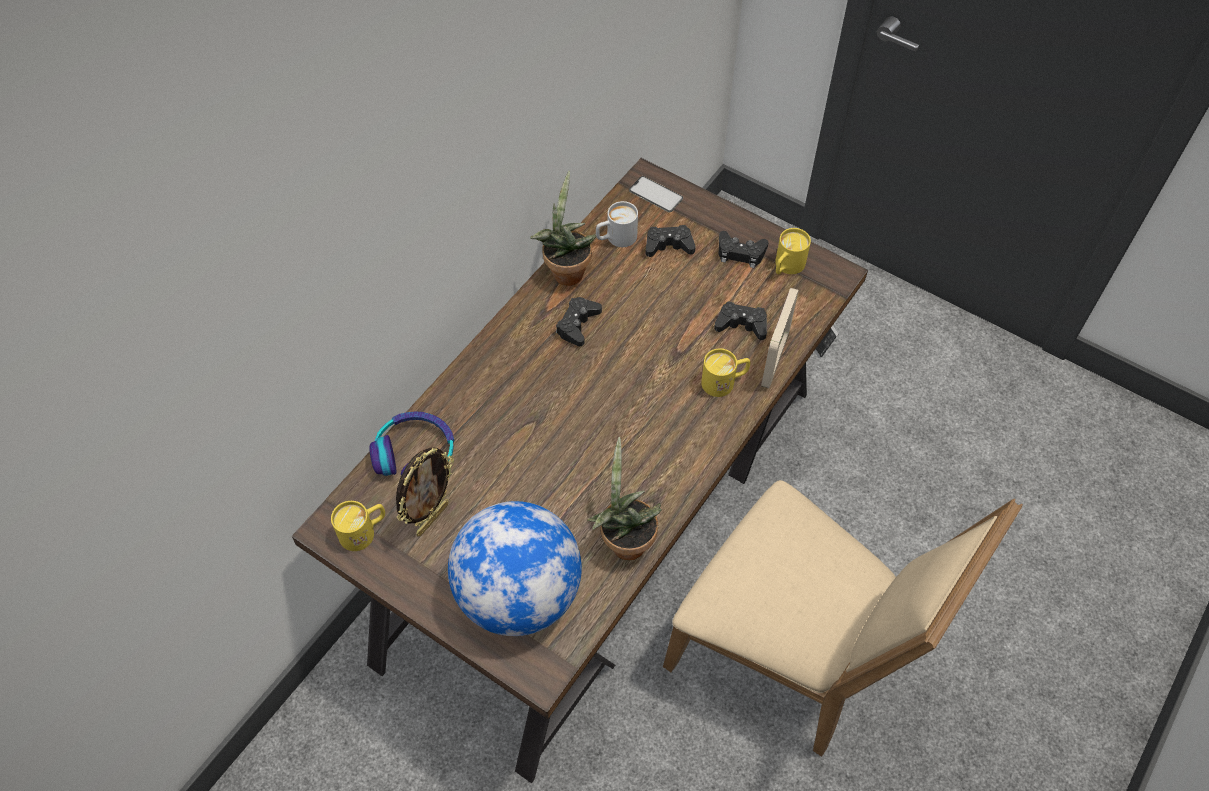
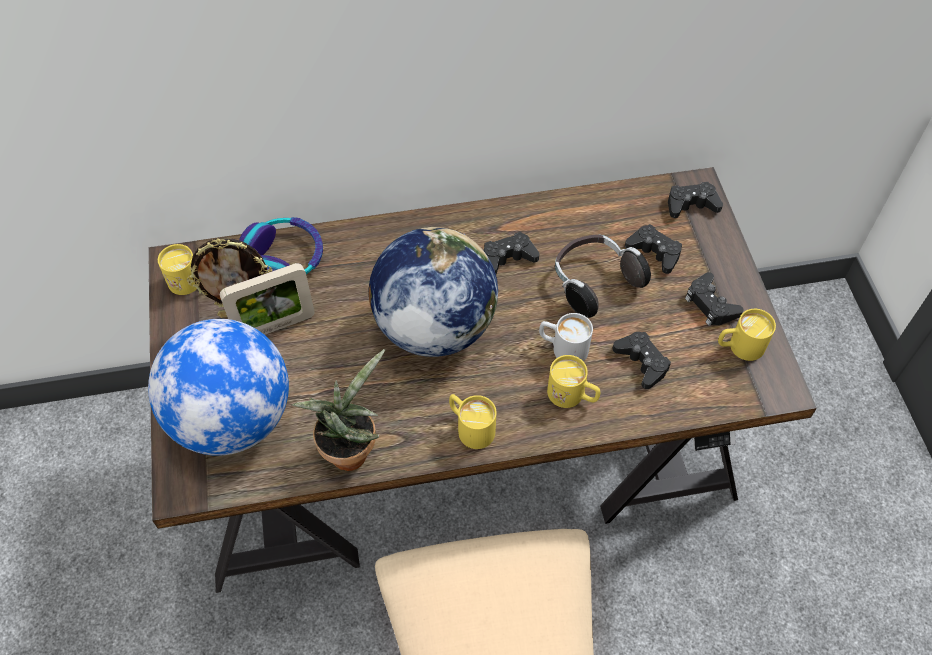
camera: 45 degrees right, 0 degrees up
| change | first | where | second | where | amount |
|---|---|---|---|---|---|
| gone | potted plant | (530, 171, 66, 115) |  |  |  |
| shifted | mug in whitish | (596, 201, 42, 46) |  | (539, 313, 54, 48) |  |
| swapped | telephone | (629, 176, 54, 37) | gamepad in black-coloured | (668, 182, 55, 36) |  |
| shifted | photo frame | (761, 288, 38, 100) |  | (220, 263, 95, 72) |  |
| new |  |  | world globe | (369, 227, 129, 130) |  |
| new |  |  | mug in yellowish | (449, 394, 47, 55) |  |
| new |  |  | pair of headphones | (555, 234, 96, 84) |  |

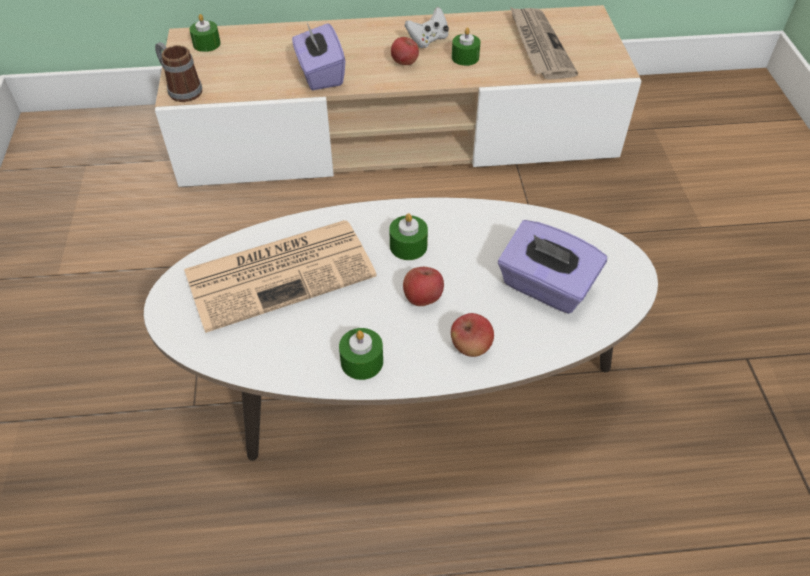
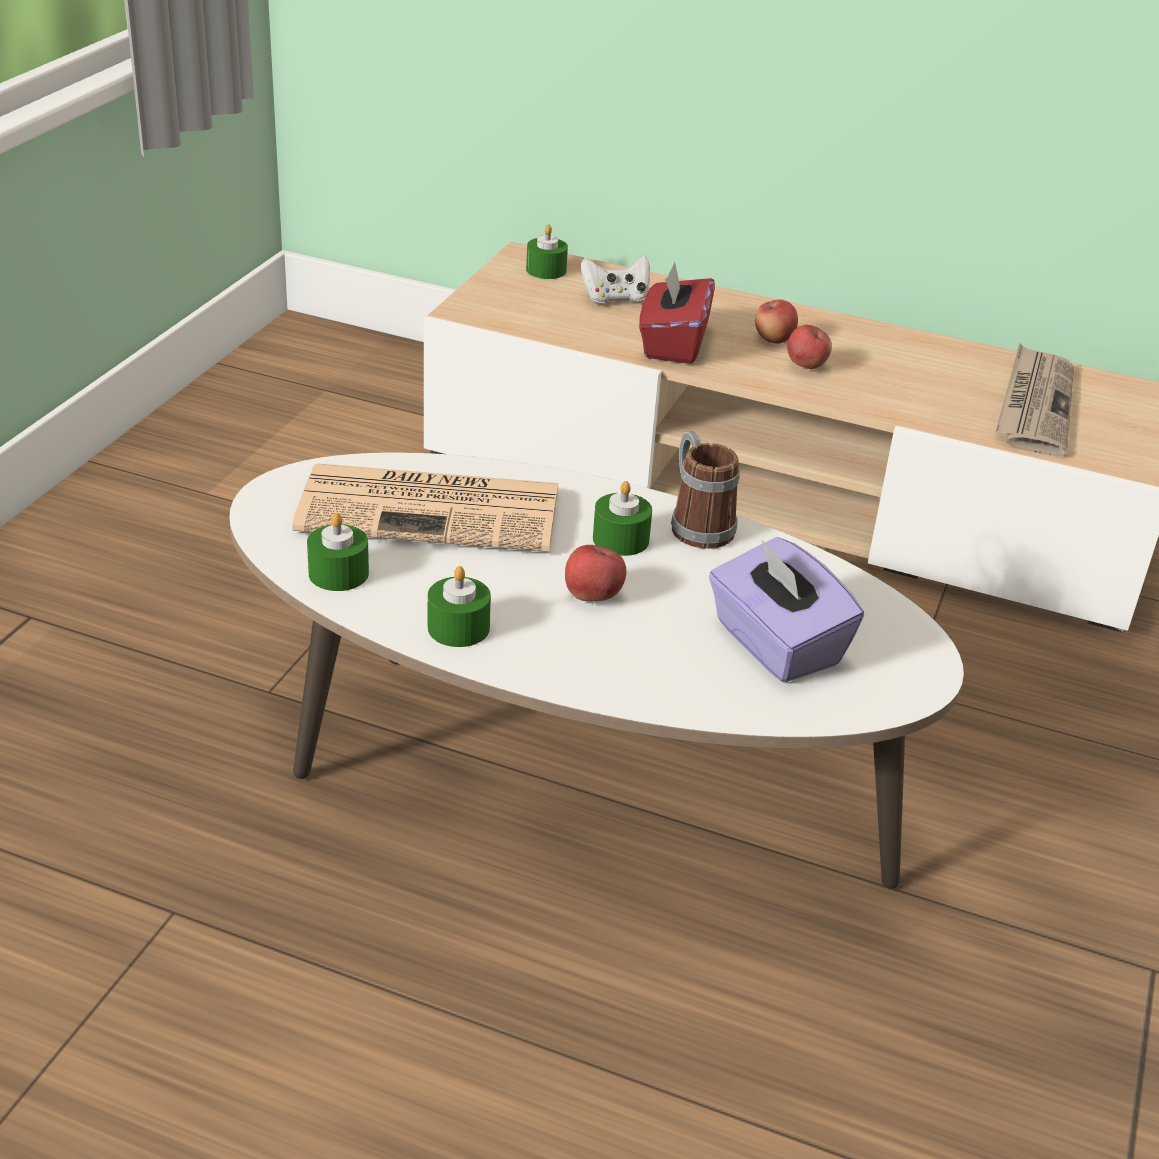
camera: 25 degrees right, 15 degrees down
| change | first | where | second | where | amount |
|---|---|---|---|---|---|
| shifted | mug | (155, 42, 47, 60) |  | (671, 431, 69, 118) |  |
| repainted | tissue holder in purple | (292, 23, 53, 67) | tissue holder in reddish | (639, 262, 76, 102) |  |
| shifted | gamepad in whitish | (405, 7, 44, 41) |  | (581, 256, 69, 48) |  |
| shifted | apple fruit | (451, 313, 43, 44) |  | (755, 299, 43, 45) |  |
| shifted | wax light in greenish | (452, 28, 29, 38) |  | (307, 513, 62, 78) |  |

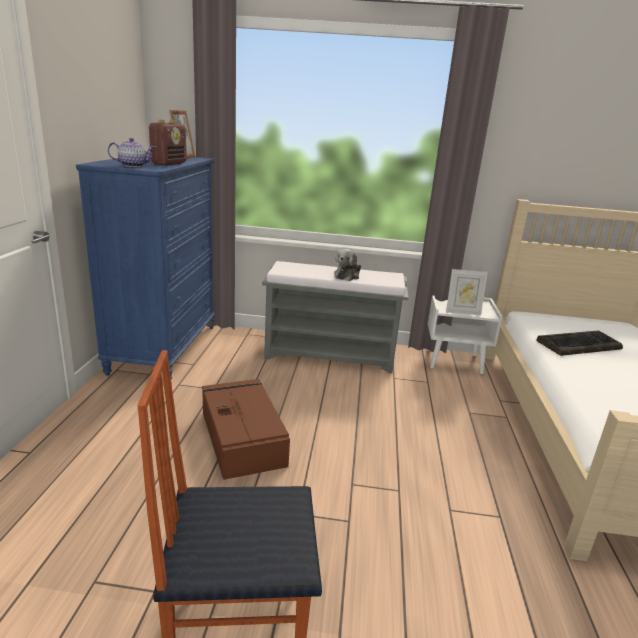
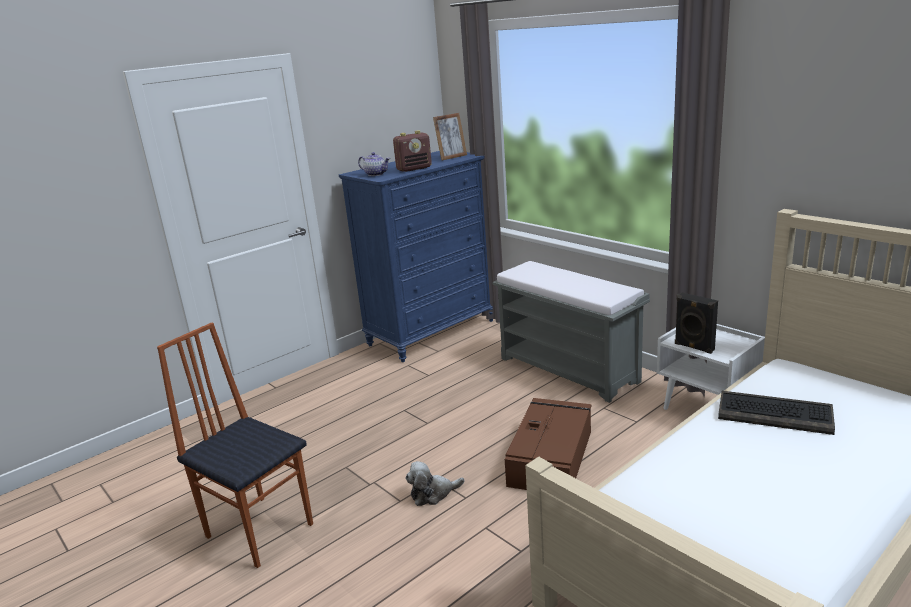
camera: 45 degrees right, 0 degrees up
| change | first | where | second | where | amount |
|---|---|---|---|---|---|
| shifted | storage box in brown | (202, 379, 88, 101) |  | (505, 398, 86, 92) |  |
| shifted | plush toy | (334, 249, 27, 32) |  | (405, 461, 60, 45) |  |
| swapped | photo frame | (446, 269, 42, 46) | loudspeaker in black-coloured | (675, 293, 43, 61) |  |

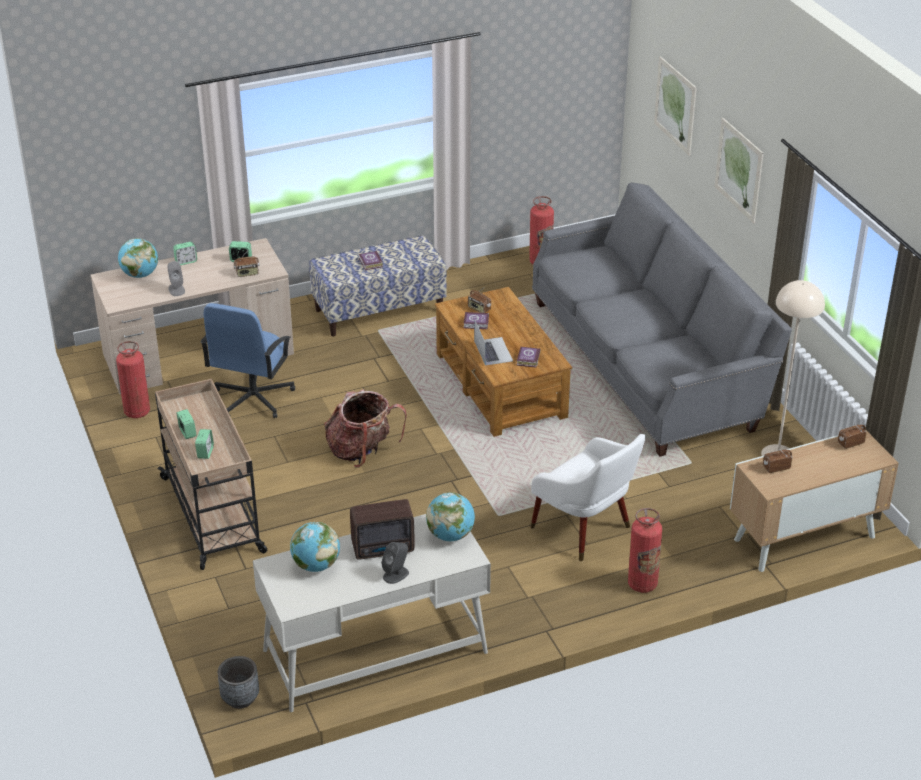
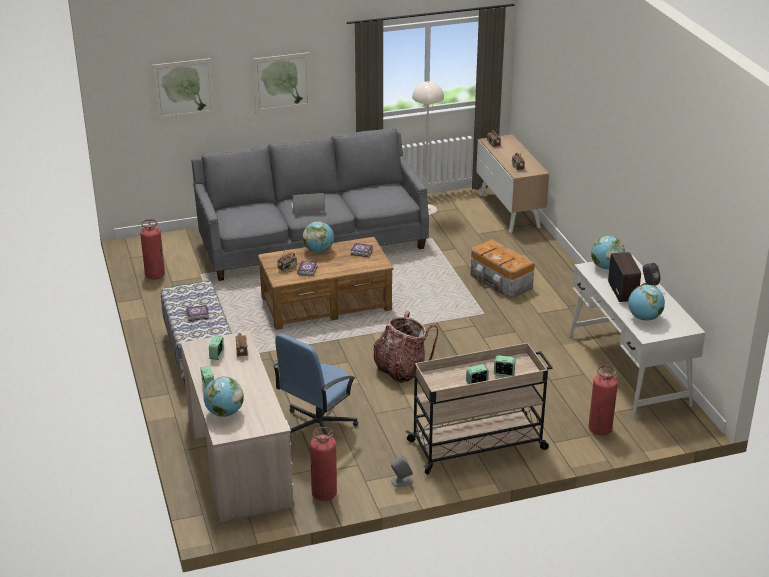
camera: 85 degrees left, 5 degrees down
| change | first | where | second | where | amount |
|---|---|---|---|---|---|
| shifted | loudspeaker in grey | (168, 261, 17, 35) |  | (391, 455, 21, 32) |  |
| rotated | office chair in blue-coloured | (200, 303, 95, 115) |  | (273, 333, 85, 105) | 105 degrees clockwise |
| gone | planter in grey | (218, 656, 41, 53) |  |  |  |
| shifted | portable computer | (474, 319, 39, 47) |  | (291, 193, 34, 20) |  |
| swapped | armchair in whitish | (531, 434, 115, 127) | storage box | (470, 239, 65, 59) |  |
| shifted | fire extinguisher | (628, 508, 34, 85) |  | (589, 366, 29, 69) |  |
| new |  |  | world globe | (303, 221, 31, 32) |  |

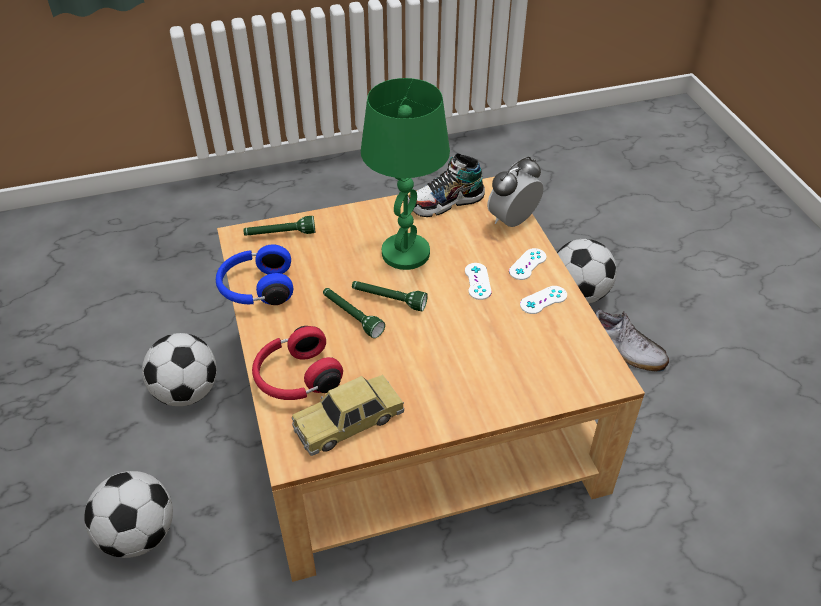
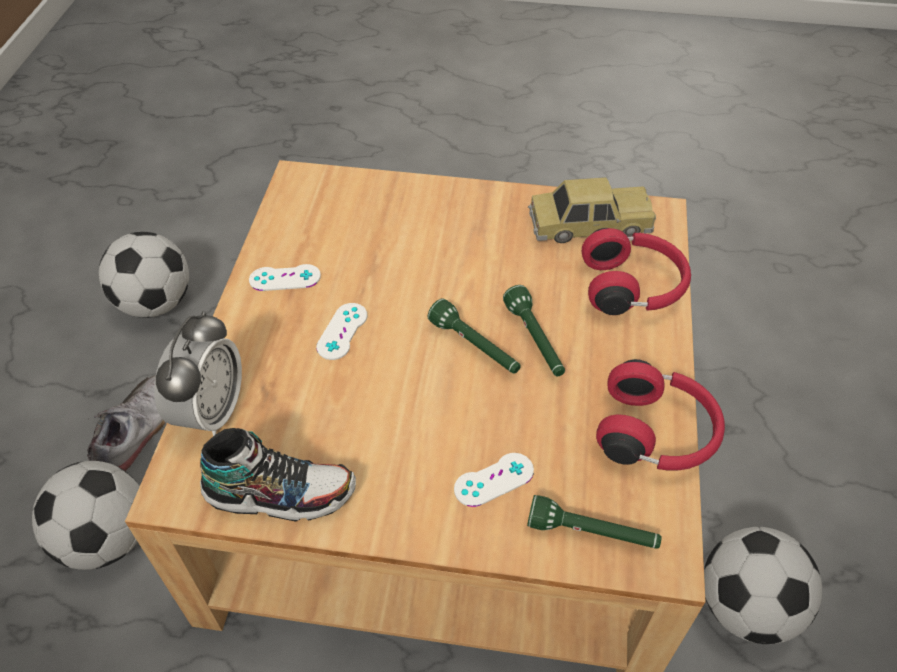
camera: 155 degrees left, 5 degrees up
| change | first | where | second | where | amount |
|---|---|---|---|---|---|
| shifted | ball for football | (84, 471, 89, 87) |  | (99, 232, 90, 86) |  |
| repainted | pair of headphones in blue-coloured | (216, 244, 77, 61) | pair of headphones in reddish | (596, 359, 129, 112) |  |
| gone | tabletop lamp in greenish | (361, 78, 89, 192) |  |  |  |
| rotated | alarm clock | (487, 156, 57, 71) |  | (154, 311, 88, 125) | 60 degrees counterclockwise |
| shifted | gamepad in whitish | (509, 248, 38, 32) |  | (454, 453, 80, 54) |  |
| rotated | low shoe | (595, 308, 74, 64) |  | (87, 375, 79, 96) | 45 degrees clockwise |

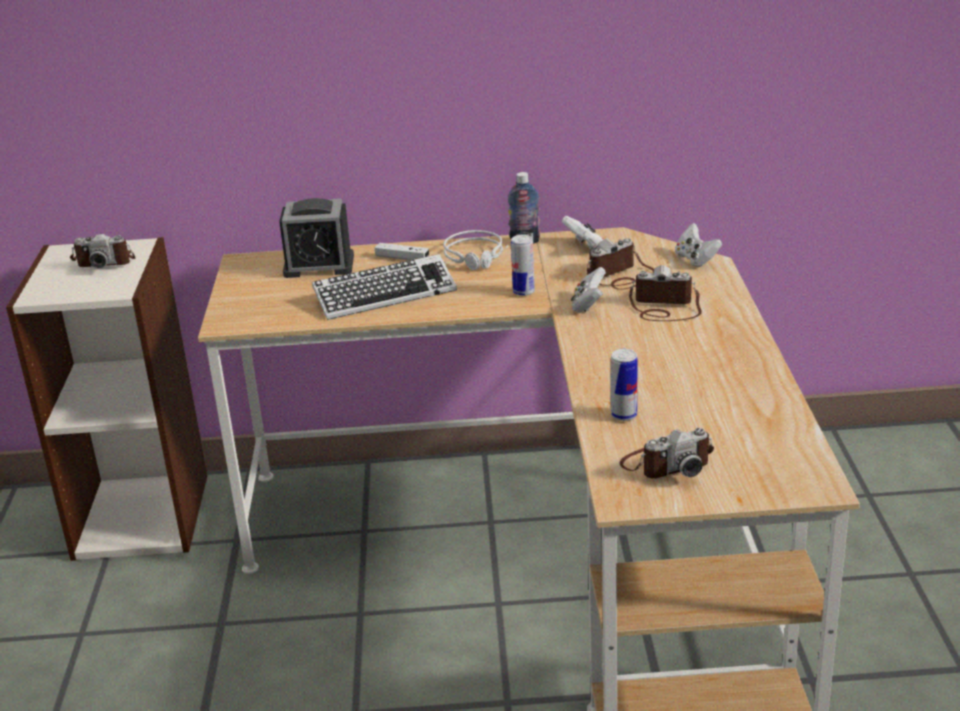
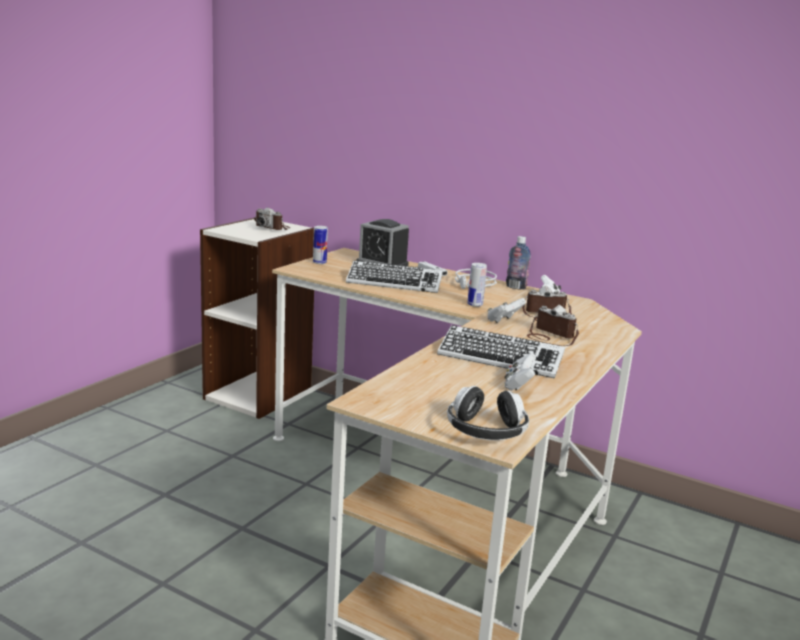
camera: 30 degrees right, 10 degrees down
| change | first | where | second | where | amount |
|---|---|---|---|---|---|
| shifted | sealed can | (611, 349, 27, 72) |  | (313, 226, 15, 38) |  |
| gone | photo camera | (620, 428, 94, 51) |  |  |  |
| shifted | gamepad in whitish | (675, 223, 47, 44) |  | (504, 353, 32, 37) |  |
| new |  |  | keyboard | (437, 325, 128, 54) |  |
| new |  |  | pair of headphones | (447, 386, 82, 54) |  |

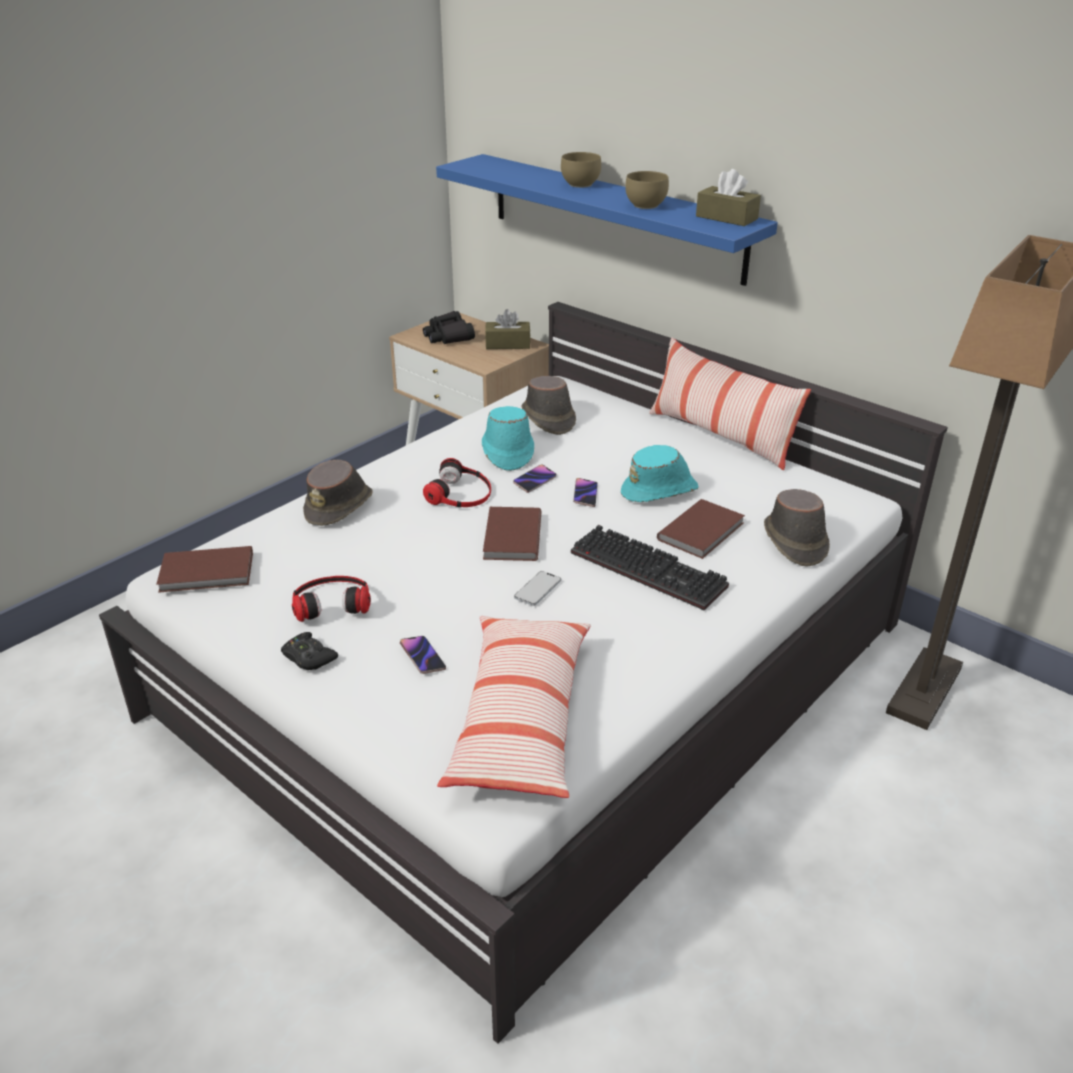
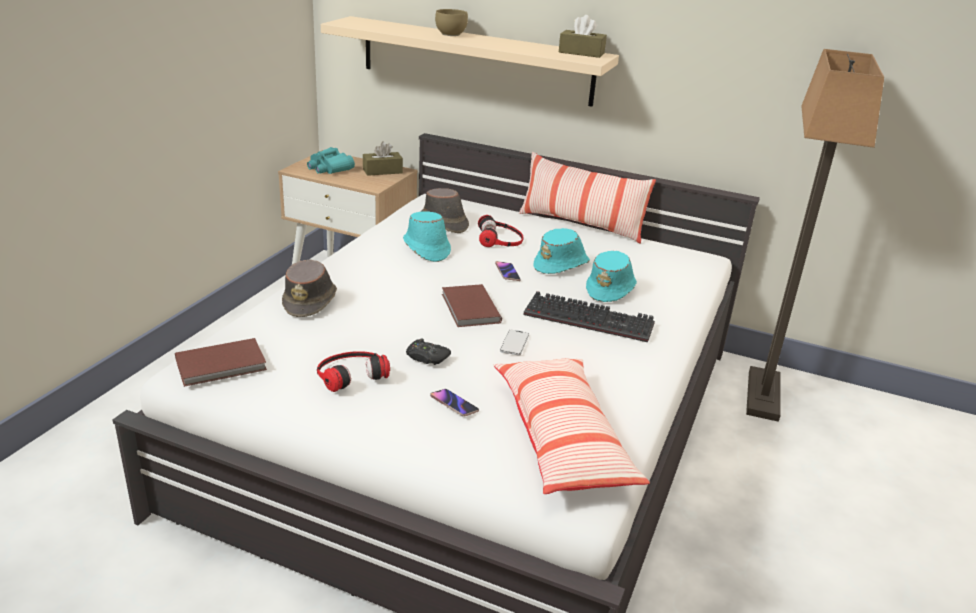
camera: 20 degrees left, 5 degrees down
| change | first | where | second | where | amount |
|---|---|---|---|---|---|
| shifted | gamepad in black-coloured | (281, 632, 57, 38) |  | (406, 338, 45, 27) |  |
| repainted | binoculars in black-coloured | (423, 311, 52, 33) | binoculars in blue-green | (307, 147, 48, 27) |  |
| shifted | pair of headphones | (423, 458, 68, 49) |  | (478, 215, 45, 32) |  |
| repainted | shelf in blue-coloured | (436, 154, 342, 132) | shelf in beige | (321, 16, 298, 91) |  |
| gone | telephone | (513, 465, 44, 28) |  |  |  |
| gone | deep dish in brown | (625, 171, 44, 38) |  |  |  |
| swapped | volume in brown | (657, 499, 88, 60) | clothing hat in blue-green | (586, 251, 51, 51) |  |
| gone | clothing hat in brown | (764, 489, 66, 78) |  |  |  |

